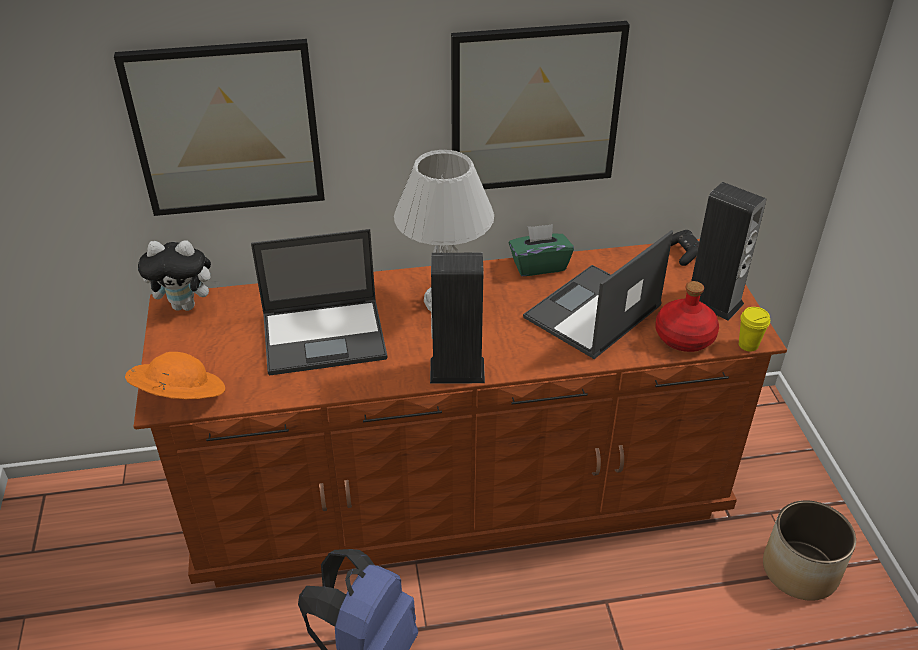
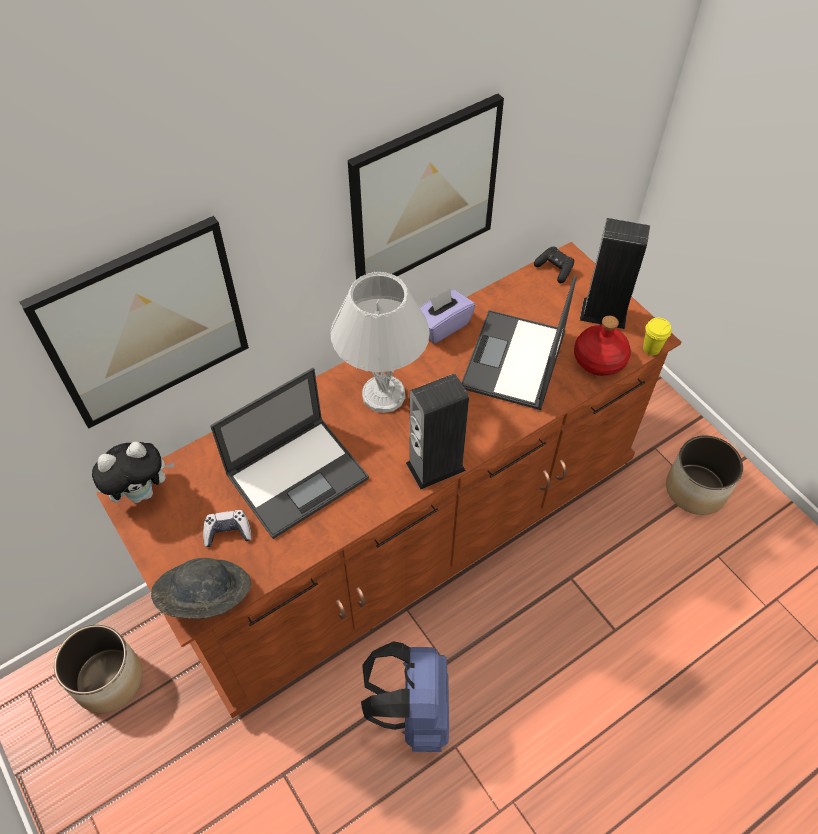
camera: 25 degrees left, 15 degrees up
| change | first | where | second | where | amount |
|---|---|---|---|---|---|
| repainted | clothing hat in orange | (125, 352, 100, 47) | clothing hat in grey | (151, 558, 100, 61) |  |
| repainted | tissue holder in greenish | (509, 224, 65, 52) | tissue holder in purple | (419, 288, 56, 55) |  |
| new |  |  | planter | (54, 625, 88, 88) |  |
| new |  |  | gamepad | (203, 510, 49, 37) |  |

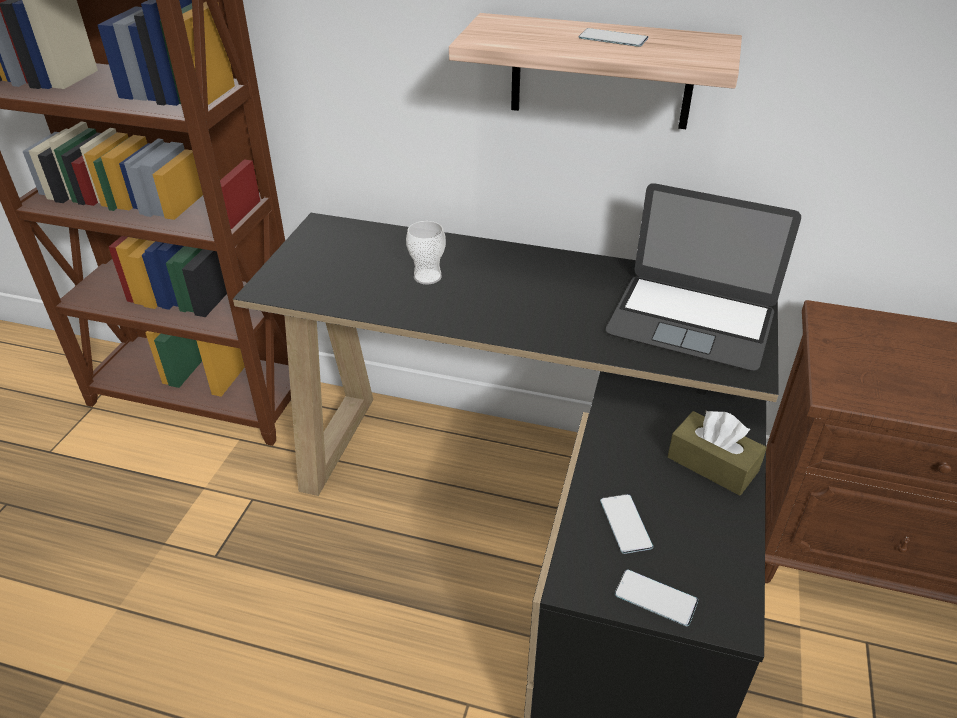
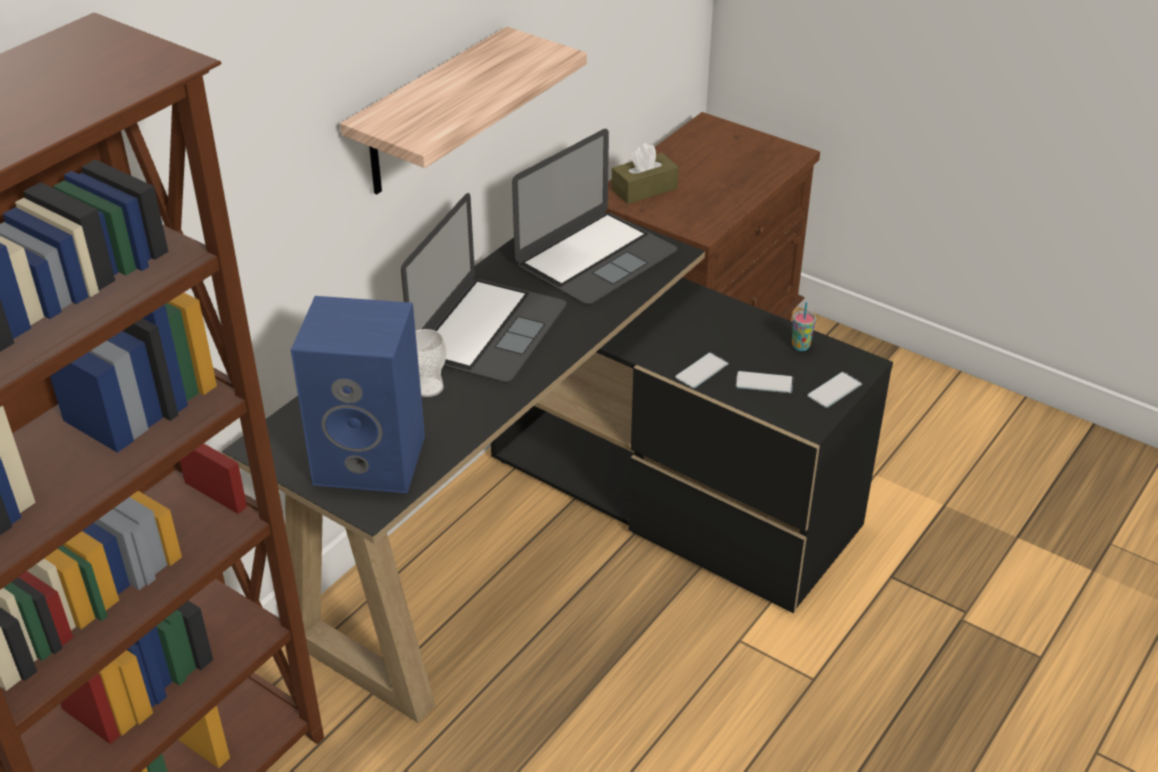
camera: 70 degrees left, 0 degrees up
| change | first | where | second | where | amount |
|---|---|---|---|---|---|
| shifted | telephone | (579, 28, 69, 19) |  | (675, 352, 54, 36) |  |
| shifted | tissue holder in brown | (667, 411, 100, 85) |  | (611, 143, 68, 61) |  |
| new |  |  | loudspeaker in blue-coloured | (291, 296, 134, 197) |  |
| new |  |  | portable computer | (401, 193, 165, 189) |  |
| new |  |  | small cup | (792, 302, 24, 49) |  |

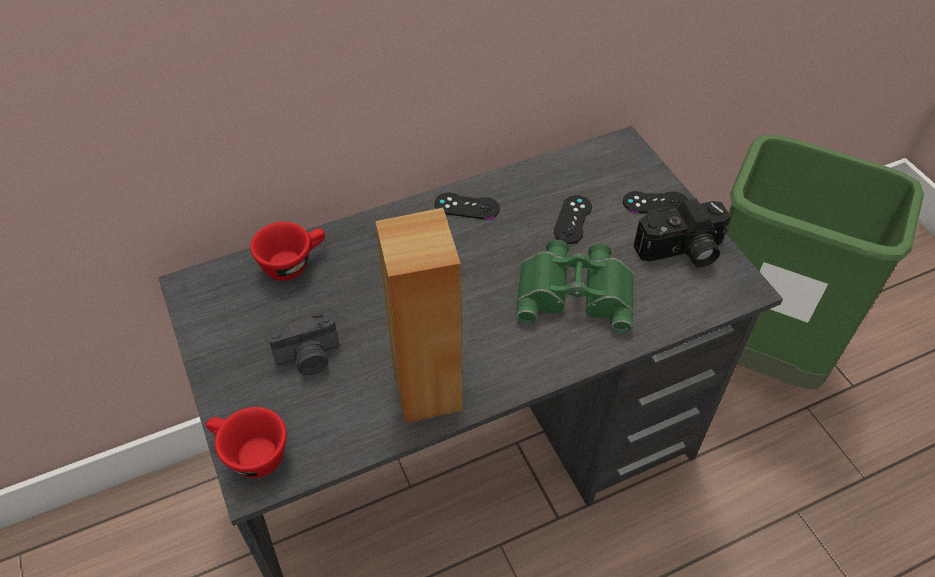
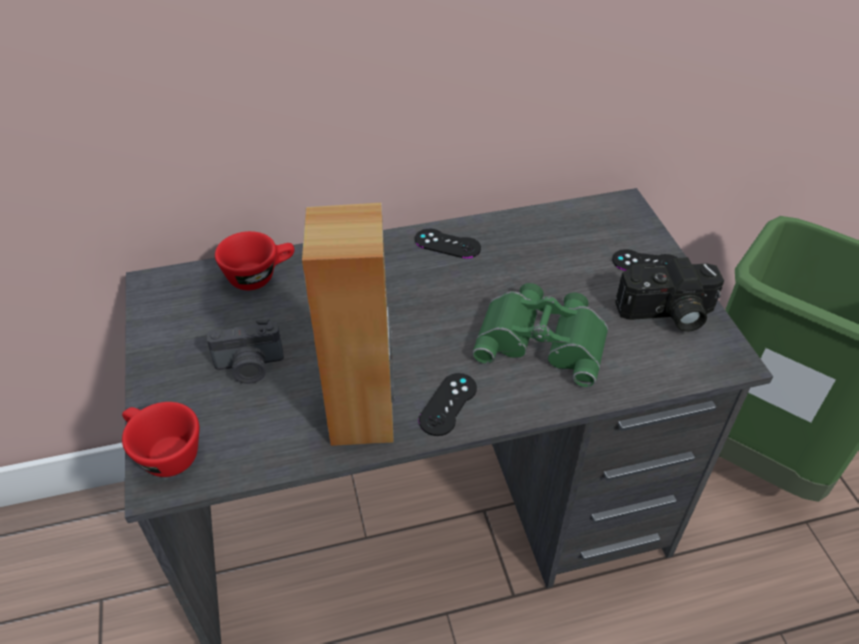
camera: 10 degrees right, 5 degrees down
| change | first | where | second | where | amount |
|---|---|---|---|---|---|
| shifted | gamepad in black-coloured | (553, 195, 39, 49) |  | (419, 373, 58, 63) |  |

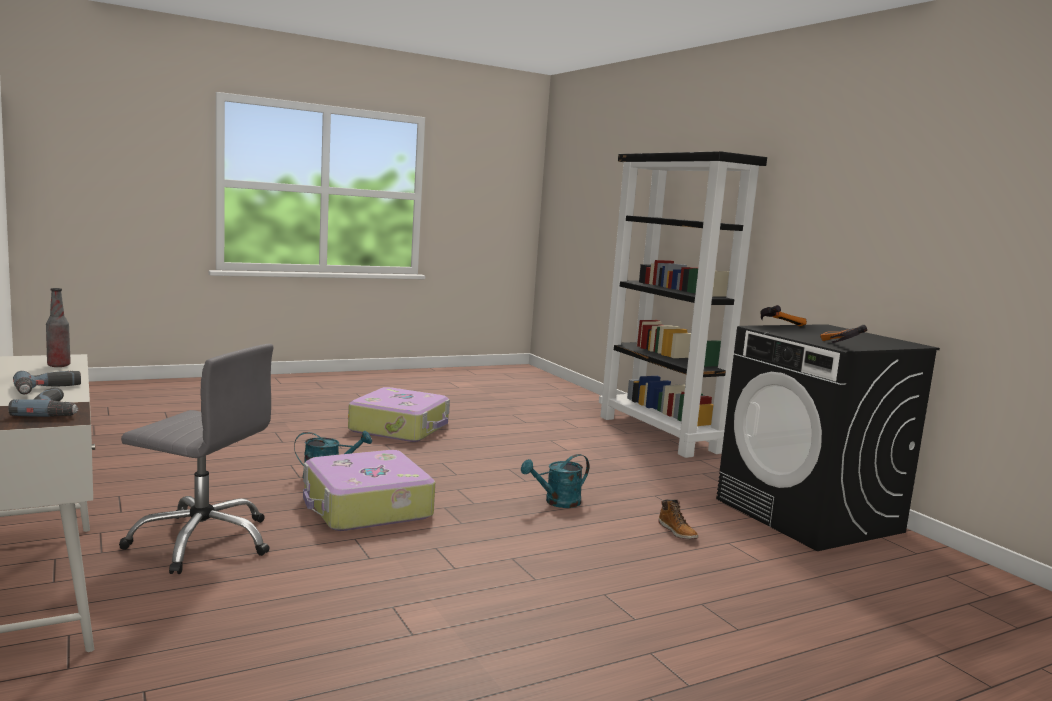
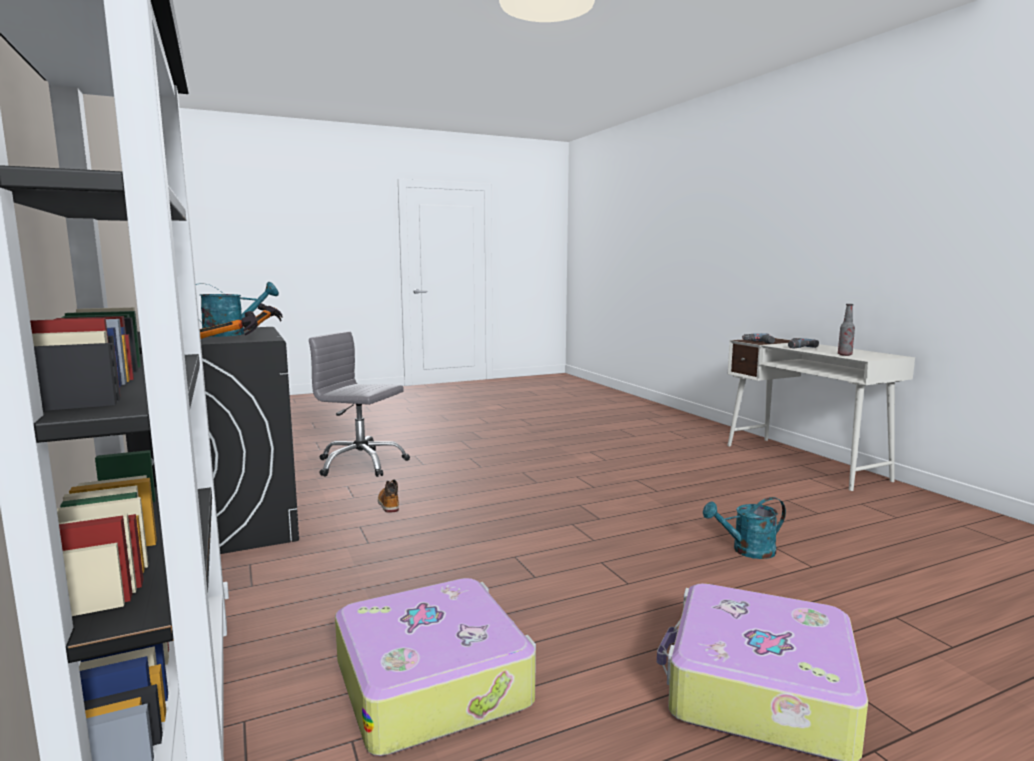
camera: 175 degrees left, 0 degrees up
| change | first | where | second | where | amount |
|---|---|---|---|---|---|
| shifted | office chair in grey | (119, 344, 154, 230) |  | (309, 331, 101, 146) |  |
| shifted | travel case | (303, 450, 132, 81) |  | (335, 578, 201, 178) |  |
| shifted | watering can in blue-green | (521, 454, 68, 54) |  | (196, 282, 83, 55) |  |

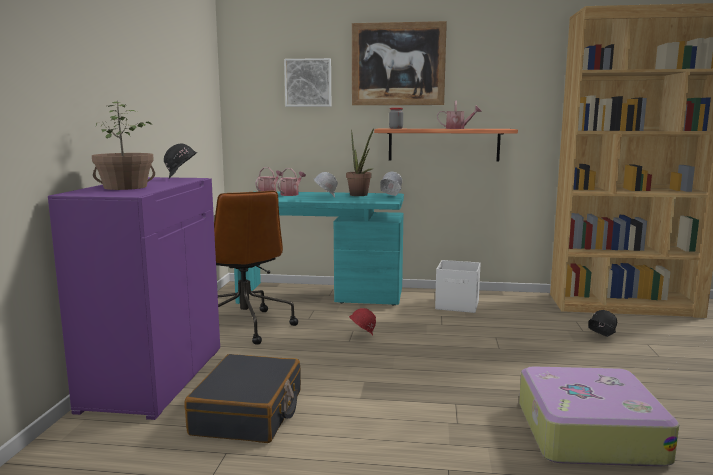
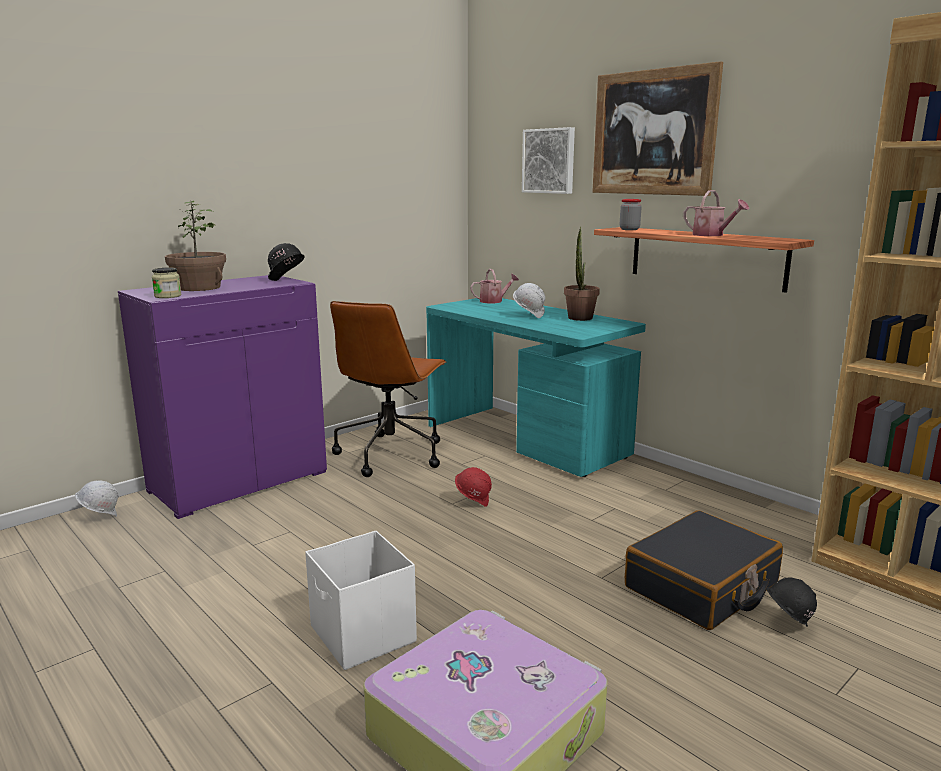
camera: 40 degrees right, 5 degrees up
| change | first | where | second | where | amount |
|---|---|---|---|---|---|
| shifted | travel case in black-coloured | (185, 354, 116, 89) |  | (625, 510, 158, 120) |  |
| gone | watering can | (277, 168, 29, 28) |  |  |  |
| shifted | work helmet in whitish | (380, 171, 22, 25) |  | (75, 481, 44, 36) |  |
| shifted | storage box in whitish | (435, 260, 45, 53) |  | (305, 531, 112, 139) |  |
| new |  |  | jar | (152, 268, 30, 30) |  |

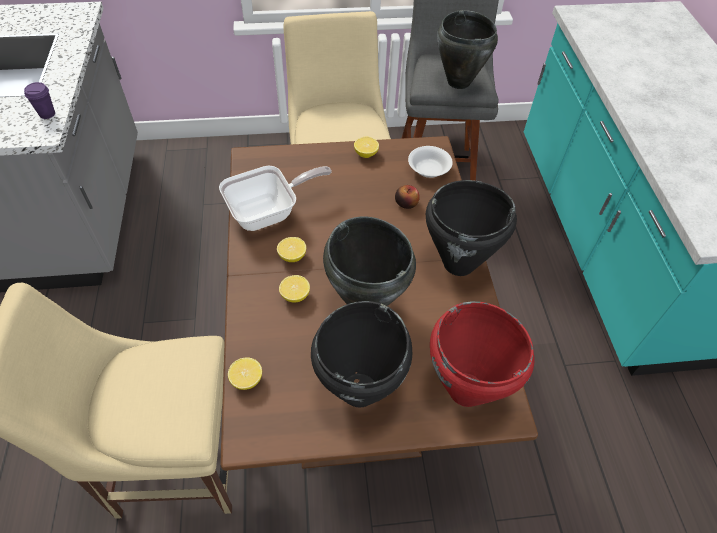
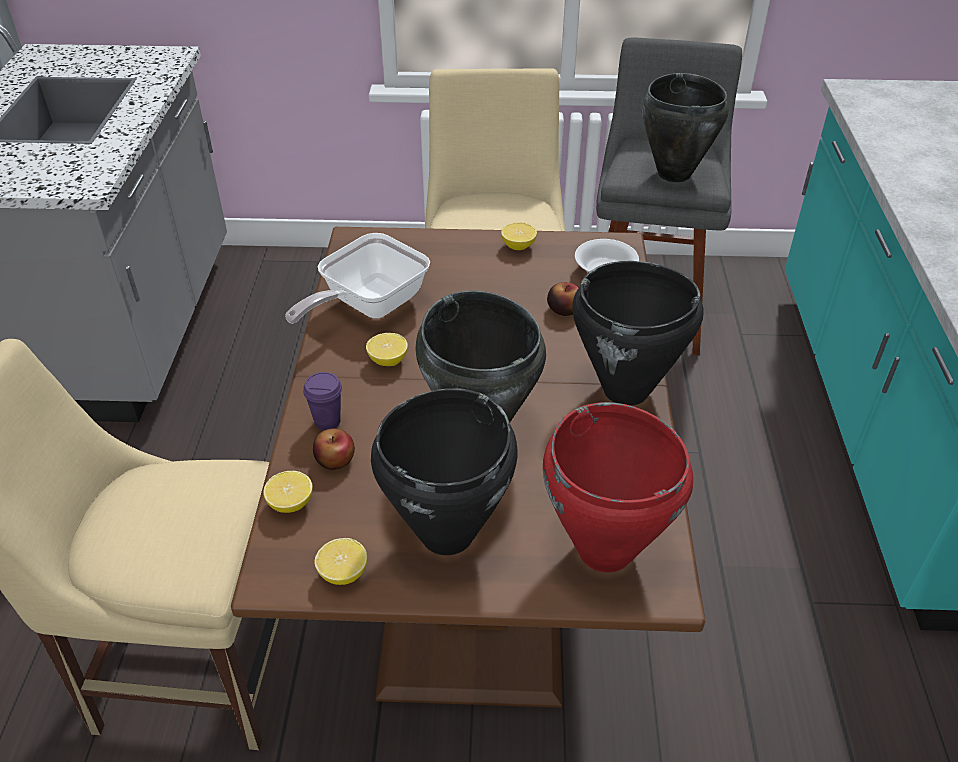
camera: 10 degrees right, 10 degrees down
| change | first | where | second | where | amount |
|---|---|---|---|---|---|
| shifted | small cup in purple | (24, 82, 31, 37) |  | (303, 372, 39, 58) |  |
| rotated | frying pan | (219, 166, 113, 65) |  | (285, 233, 145, 91) | 150 degrees clockwise |
| shifted | lemon | (279, 275, 31, 28) |  | (314, 538, 53, 47) |  |
| new |  |  | apple fruit | (313, 428, 42, 42) |  |

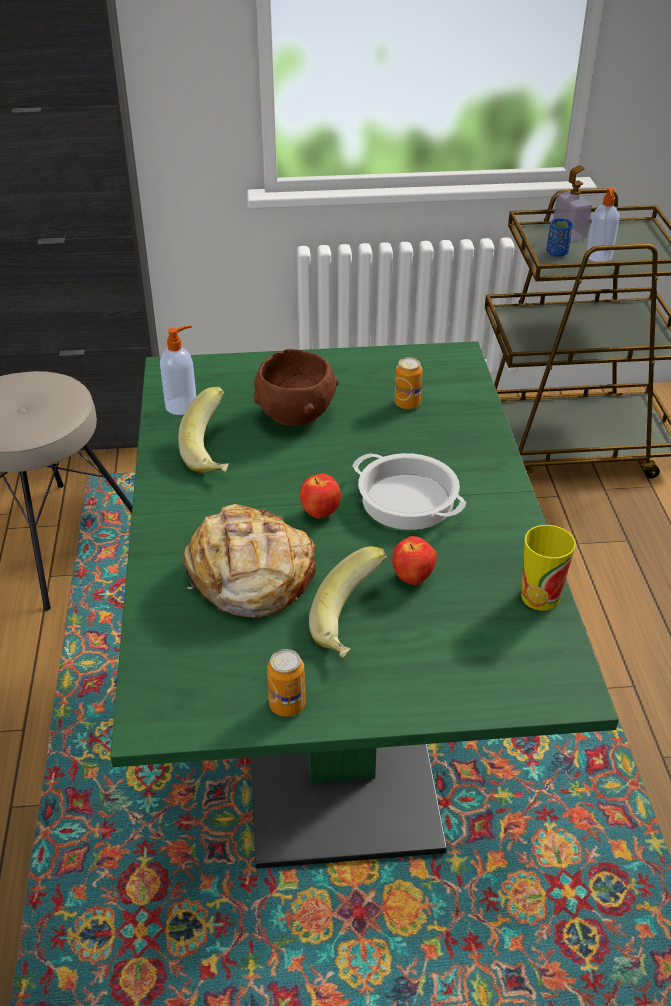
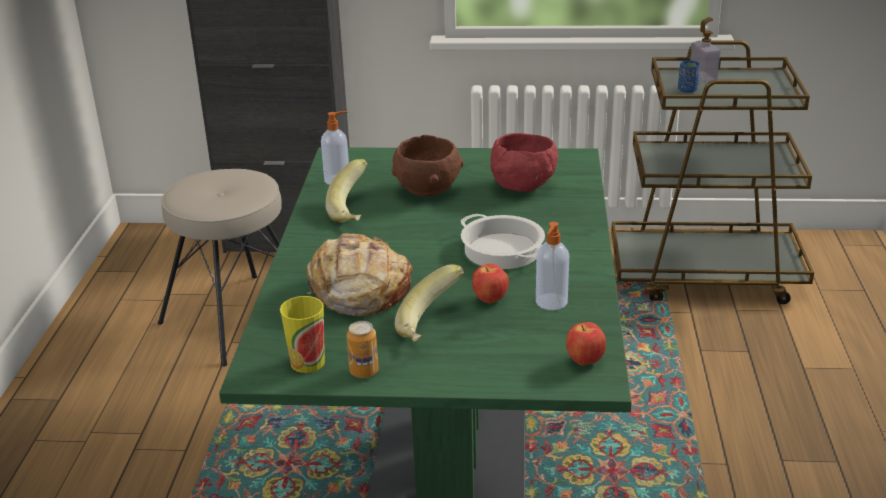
camera: 10 degrees right, 10 degrees down
| change | first | where | second | where | amount |
|---|---|---|---|---|---|
| shifted | apple fruit | (300, 473, 41, 46) |  | (566, 322, 40, 44) |  |
| swapped | sealed can | (394, 357, 28, 52) | deep dish in reddish | (490, 133, 68, 59) |  |
| shifted | small cup | (521, 525, 55, 86) |  | (280, 296, 45, 77) |  |
| shifted | liquid soap bottle | (587, 187, 33, 75) |  | (536, 222, 33, 88) |  |

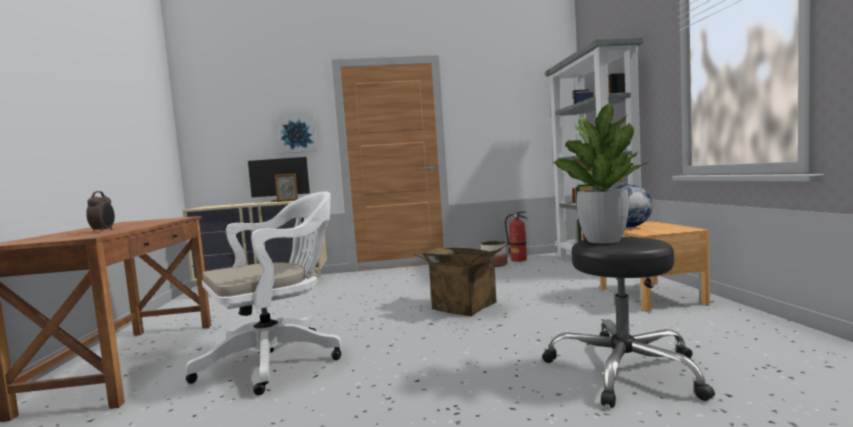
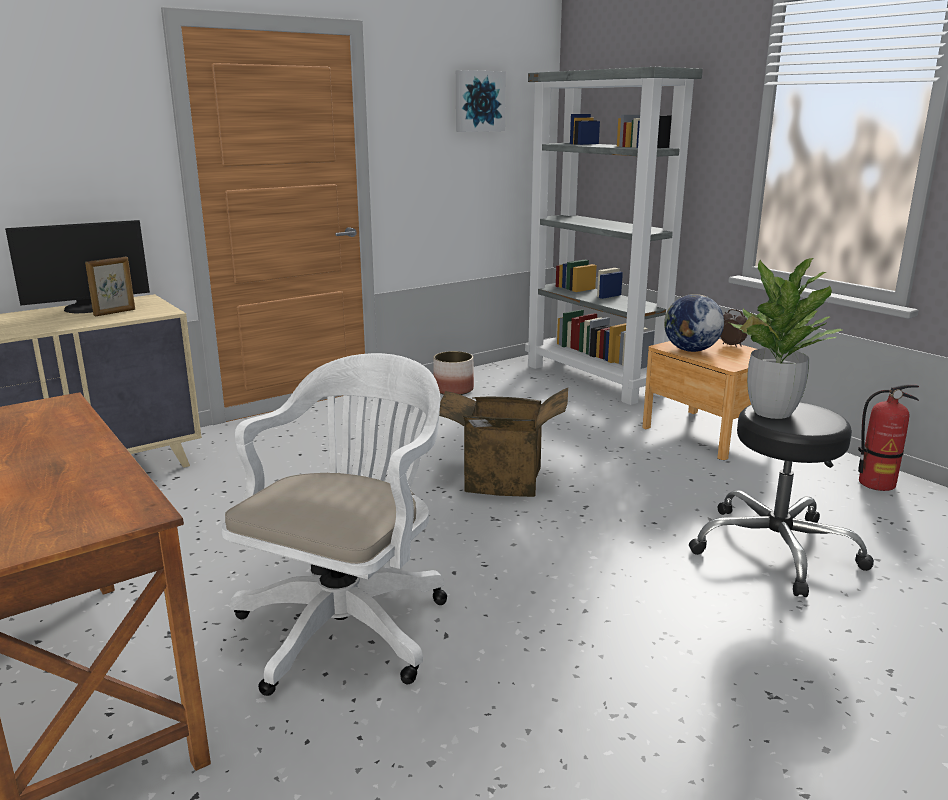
camera: 30 degrees left, 15 degrees up
| change | first | where | second | where | amount |
|---|---|---|---|---|---|
| shifted | alarm clock | (86, 191, 29, 41) |  | (720, 309, 27, 38) |  |
| shifted | wall art | (277, 115, 40, 38) |  | (456, 70, 50, 62) |  |
| shifted | fire extinguisher | (505, 211, 23, 51) |  | (858, 384, 61, 107) |  |

